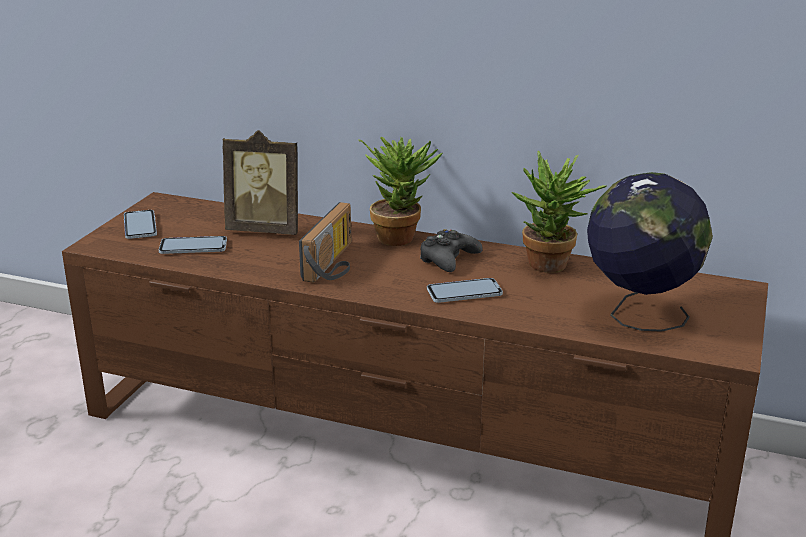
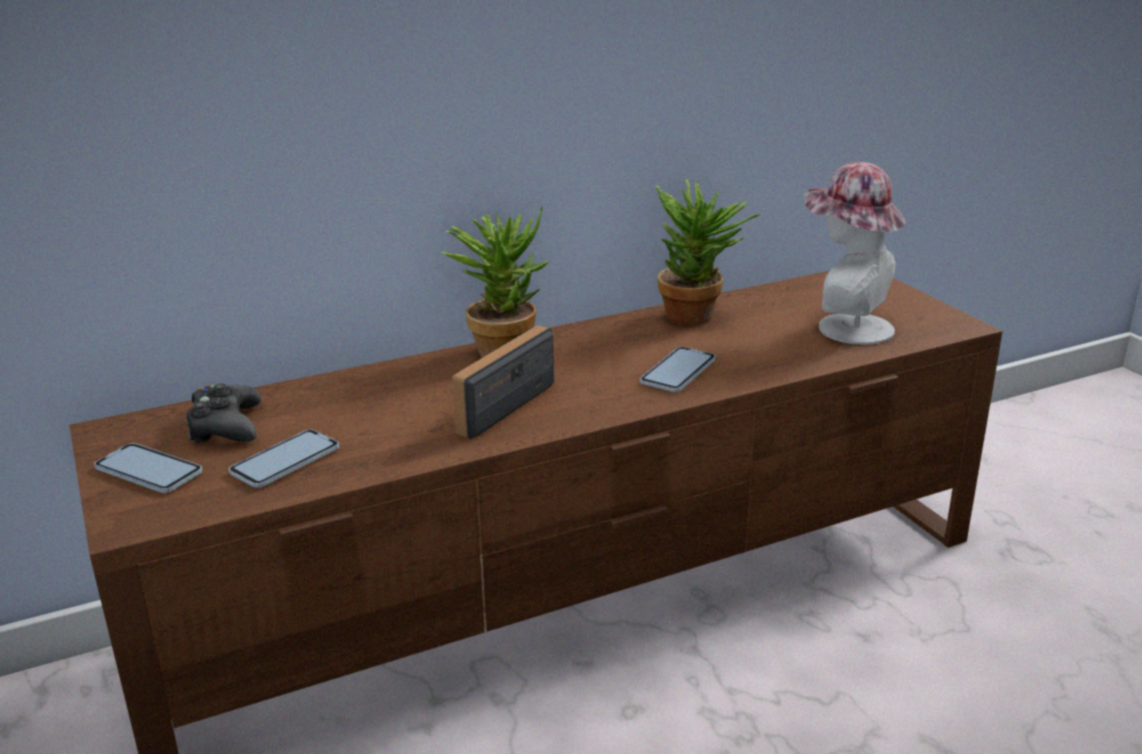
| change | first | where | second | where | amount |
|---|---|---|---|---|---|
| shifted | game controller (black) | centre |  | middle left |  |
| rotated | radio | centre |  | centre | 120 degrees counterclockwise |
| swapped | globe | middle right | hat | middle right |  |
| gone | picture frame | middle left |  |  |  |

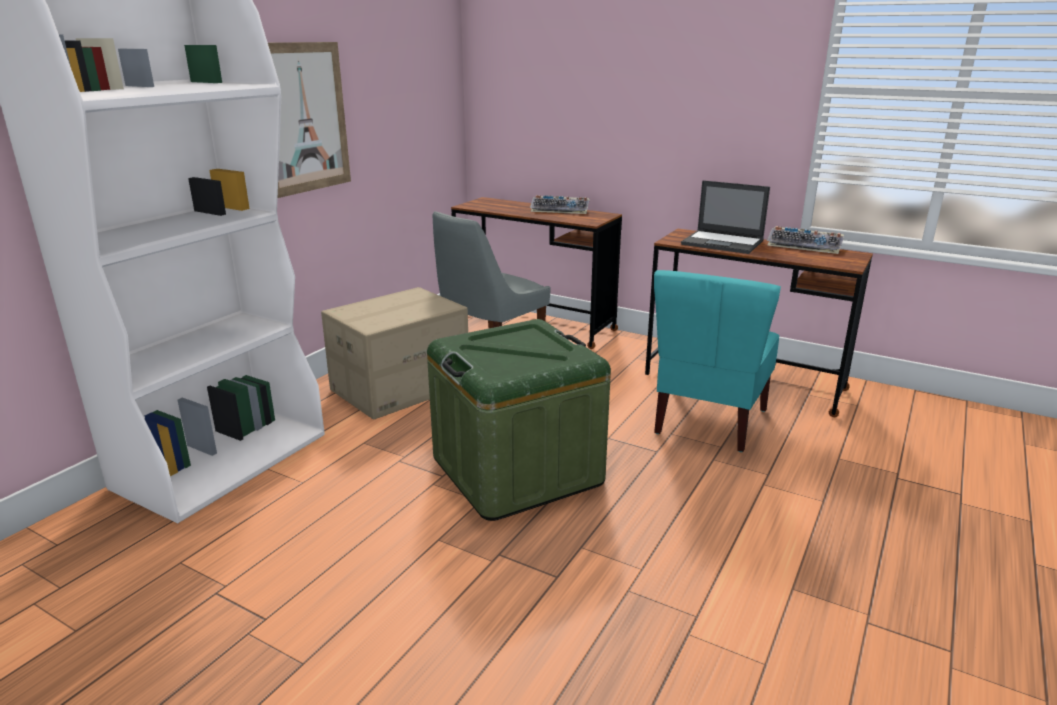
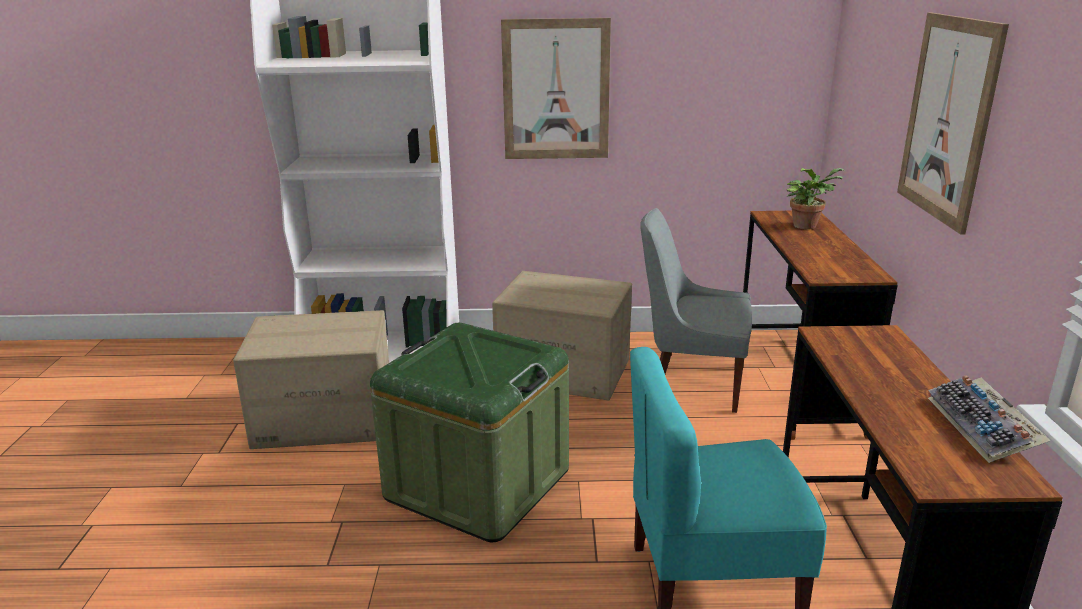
| change | first | where | second | where | amount |
|---|---|---|---|---|---|
| new |  |  | cardboard box (no. 1 from left) | middle left |  |
| new |  |  | potted plant | top right |  |
| new |  |  | picture (no. 2 from left) | top right |  |
| gone | keyboard (no. 1 from left) | top centre |  |  |  |
| gone | laptop | top right |  |  |  |

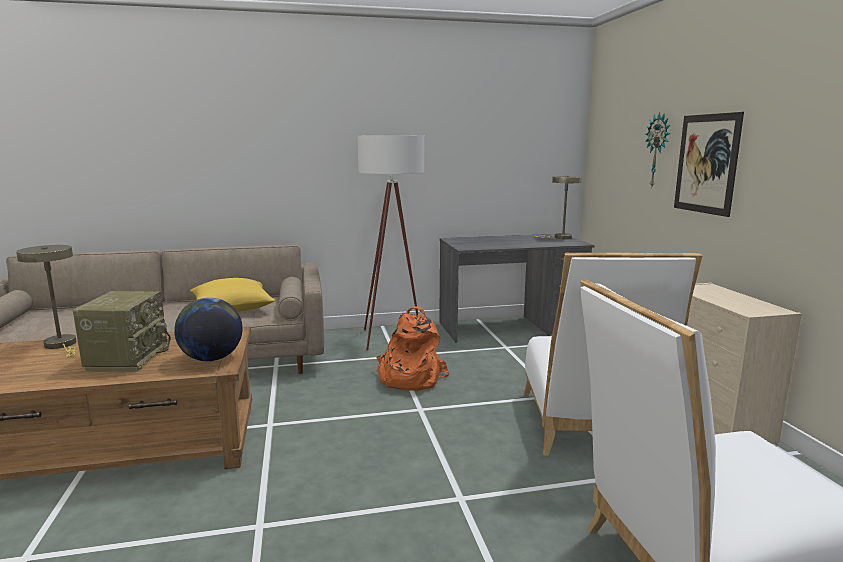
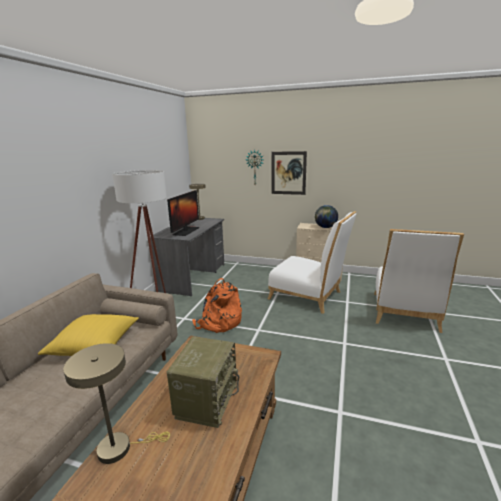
| change | first | where | second | where | amount |
|---|---|---|---|---|---|
| new |  |  | monitor | centre |  |
| rotated | radio | middle left |  | bottom centre | 75 degrees clockwise |
| shifted | globe | middle left |  | centre |  |

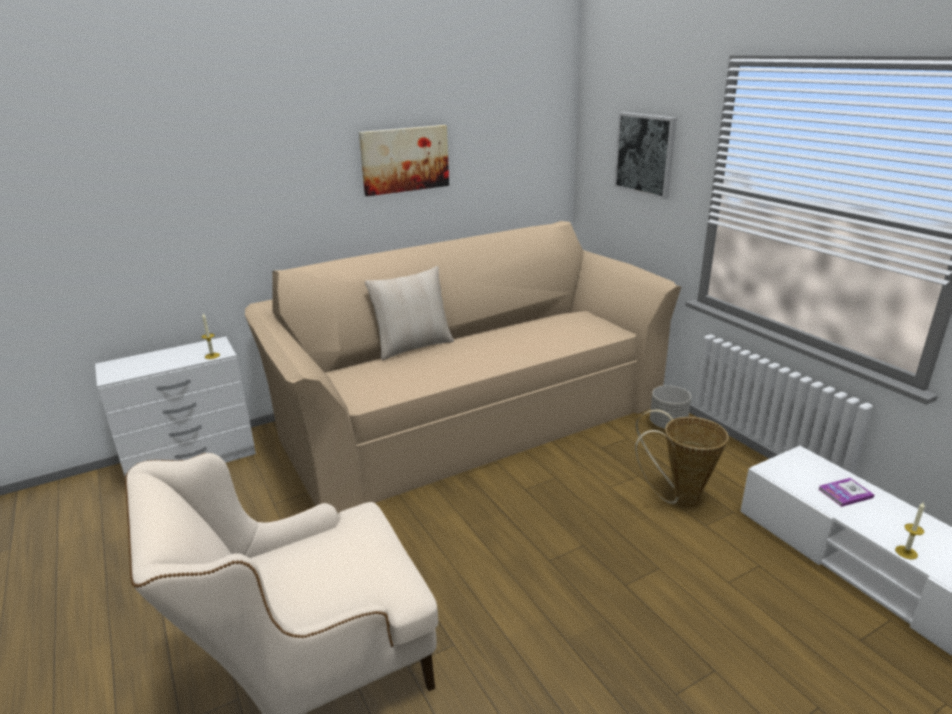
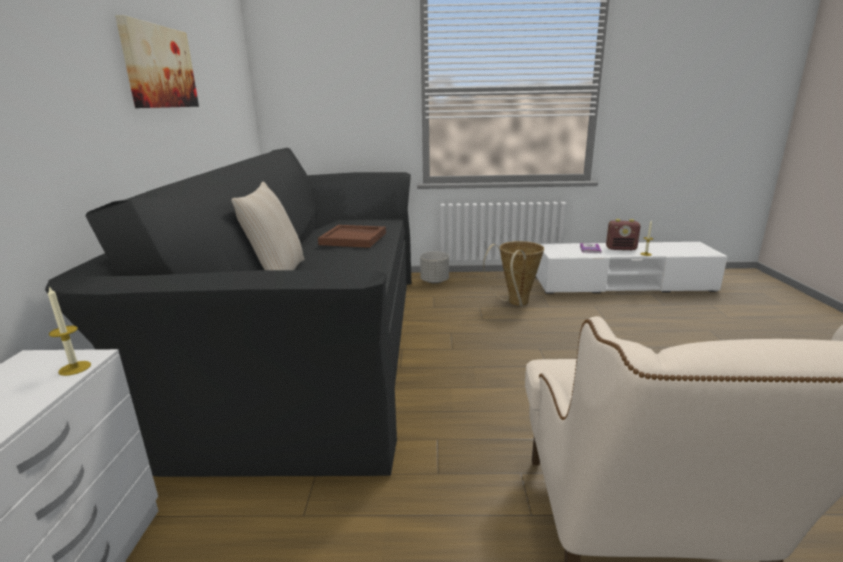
| change | first | where | second | where | amount |
|---|---|---|---|---|---|
| repainted | sofa (beige) | centre | sofa (black) | middle left |  |
| new |  |  | tray (brown) | centre |  |
| new |  |  | radio | middle right |  |
| gone | picture (no. 2 from left) | top right |  |  |  |

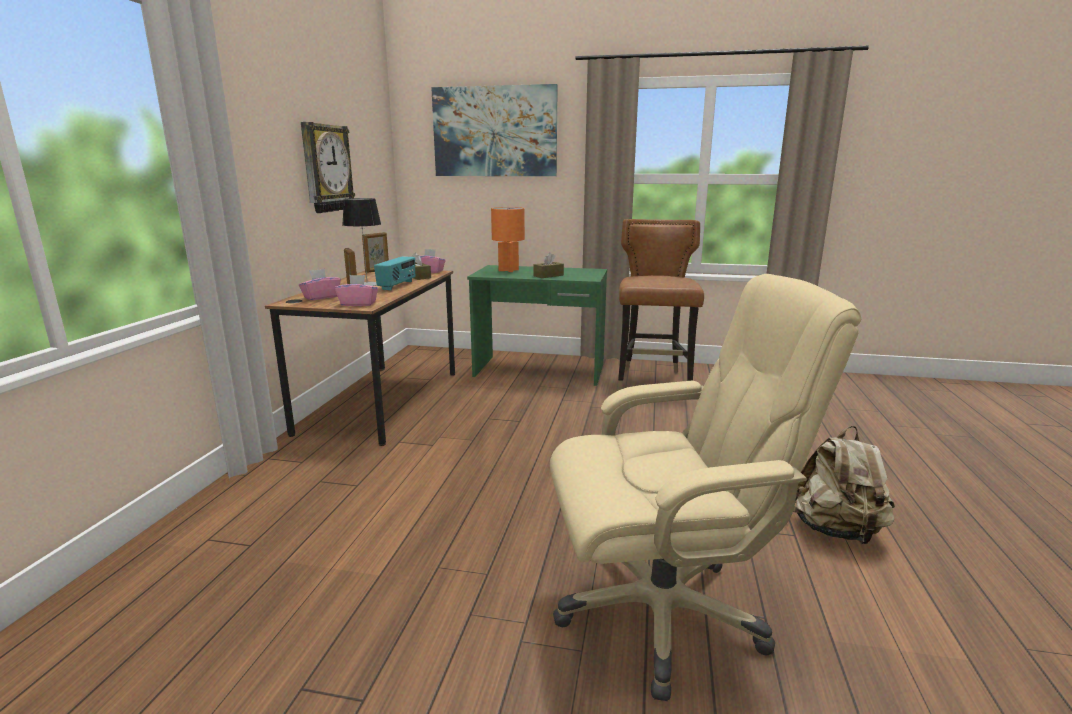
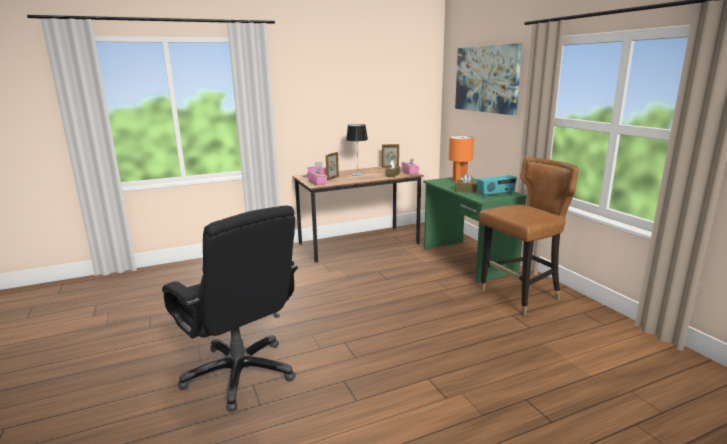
| change | first | where | second | where | amount |
|---|---|---|---|---|---|
| repainted | office chair (beige) | bottom centre | office chair (black) | bottom left |  |
| shifted | radio | centre |  | middle right |  |
| gone | wall clock | top left |  |  |  |
| gone | backpack (beige) | bottom right |  |  |  |

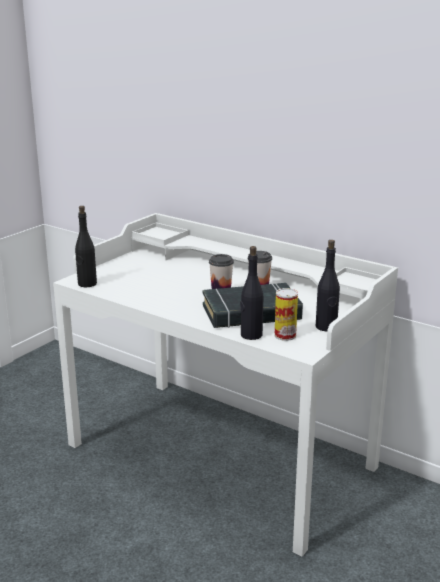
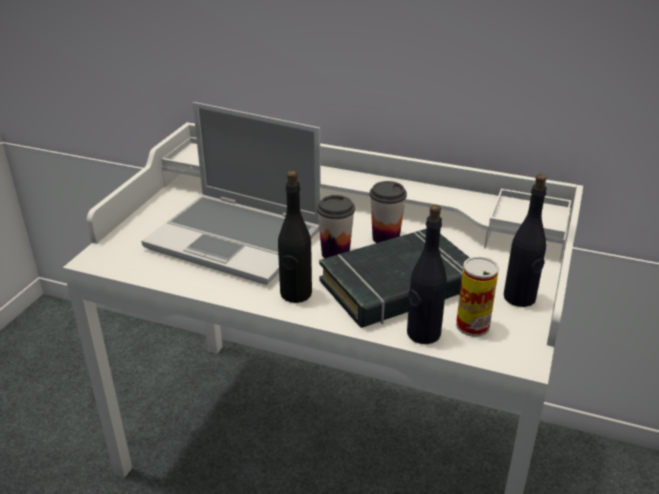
| change | first | where | second | where | amount |
|---|---|---|---|---|---|
| new |  |  | laptop | centre |  |
| shifted | bottle (black) (no. 1 from left) | middle left |  | centre |  |

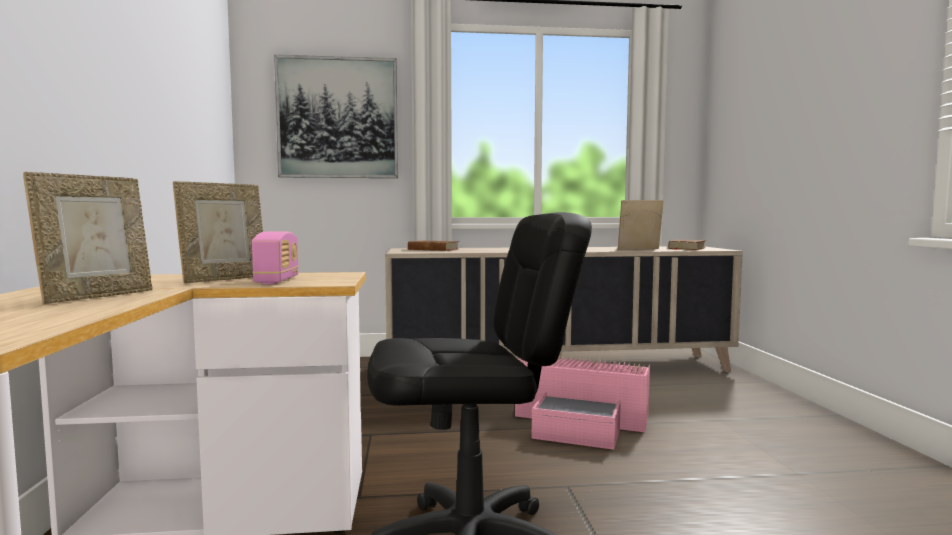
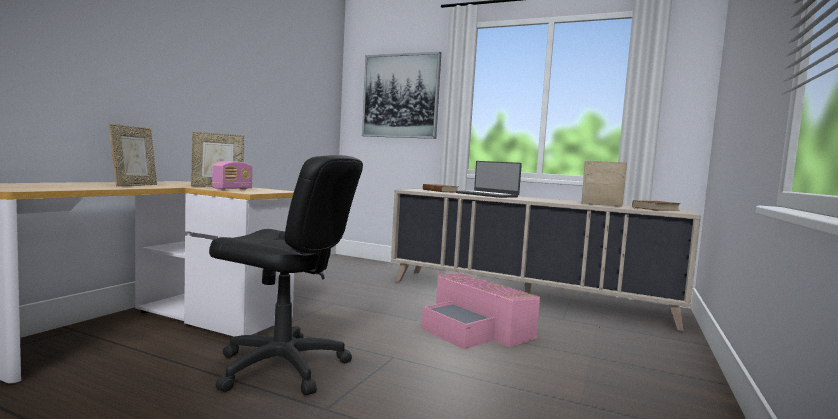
| change | first | where | second | where | amount |
|---|---|---|---|---|---|
| rotated | picture frame (no. 1 from left) | middle left |  | middle left | 45 degrees counterclockwise |
| new |  |  | laptop | centre |  |

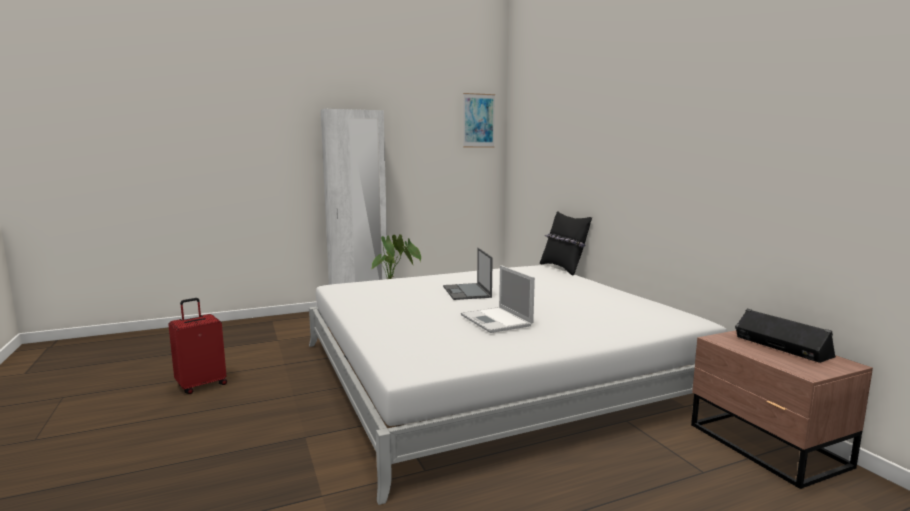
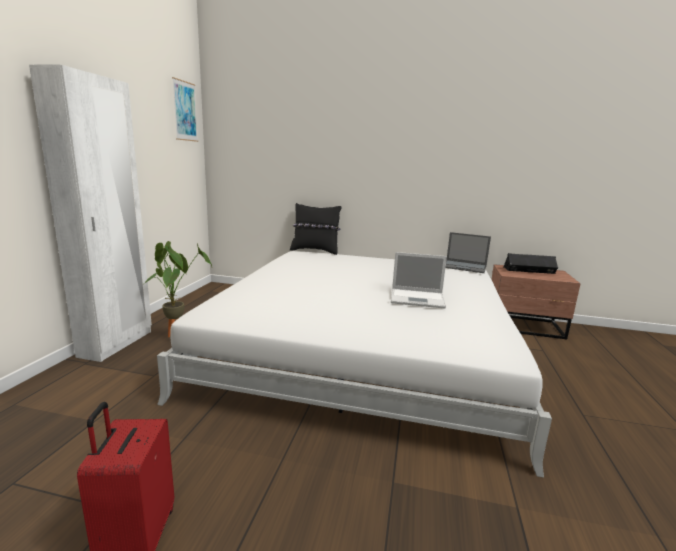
| change | first | where | second | where | amount |
|---|---|---|---|---|---|
| shifted | laptop (no. 1 from left in the first image) | centre | laptop (no. 2 from left) | middle right |  |

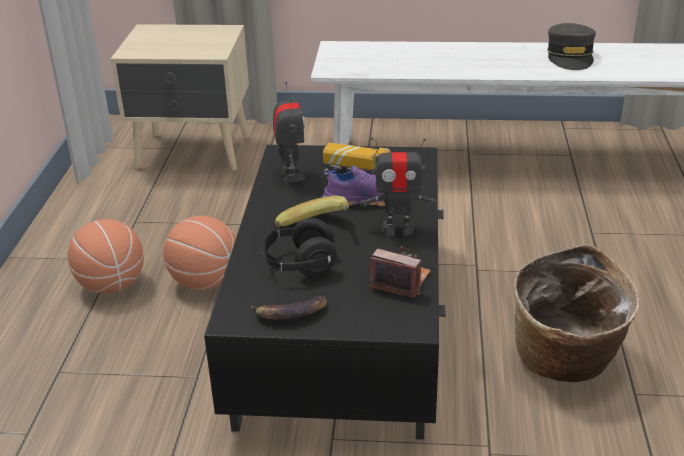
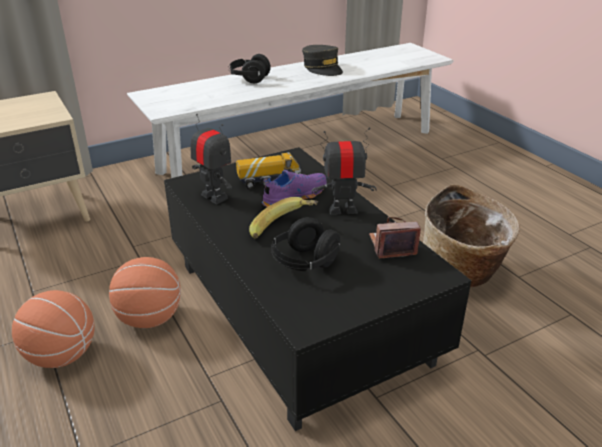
| change | first | where | second | where | amount |
|---|---|---|---|---|---|
| new |  |  | headphones (black) (no. 1 from left) | top centre |  |
| rotated | toy robot (no. 2 from left) | centre |  | centre | 150 degrees counterclockwise |
| gone | banana (no. 1 from left) | bottom centre |  |  |  |

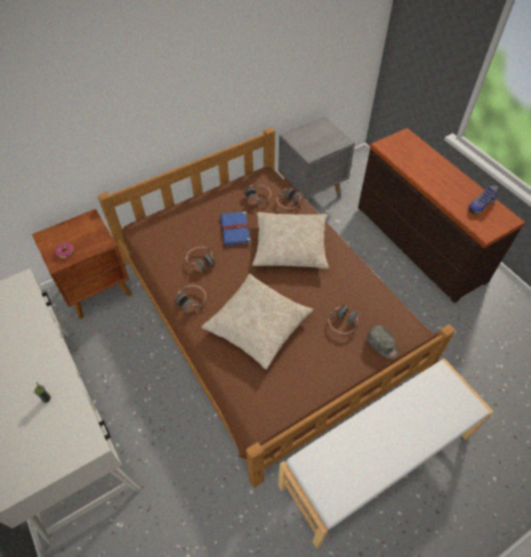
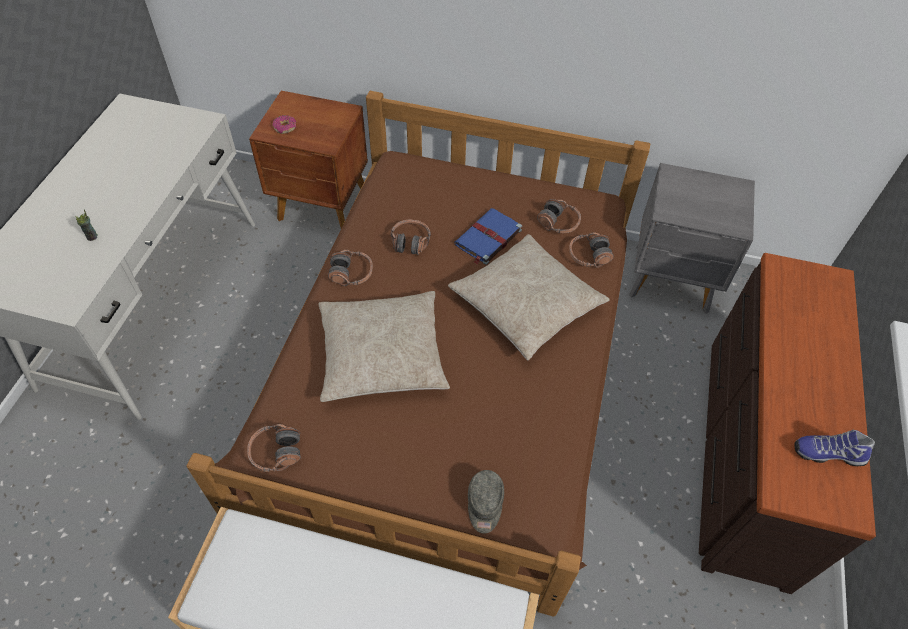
| change | first | where | second | where | amount |
|---|---|---|---|---|---|
| shifted | headphones (no. 5 from left in the first image) | centre | headphones (no. 1 from left) | bottom left |  |

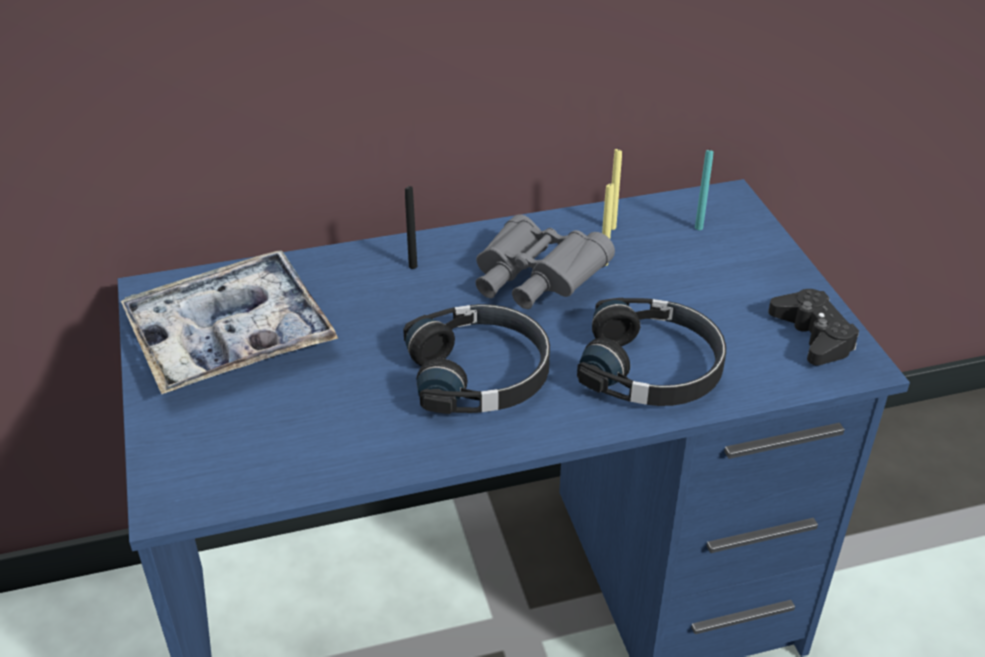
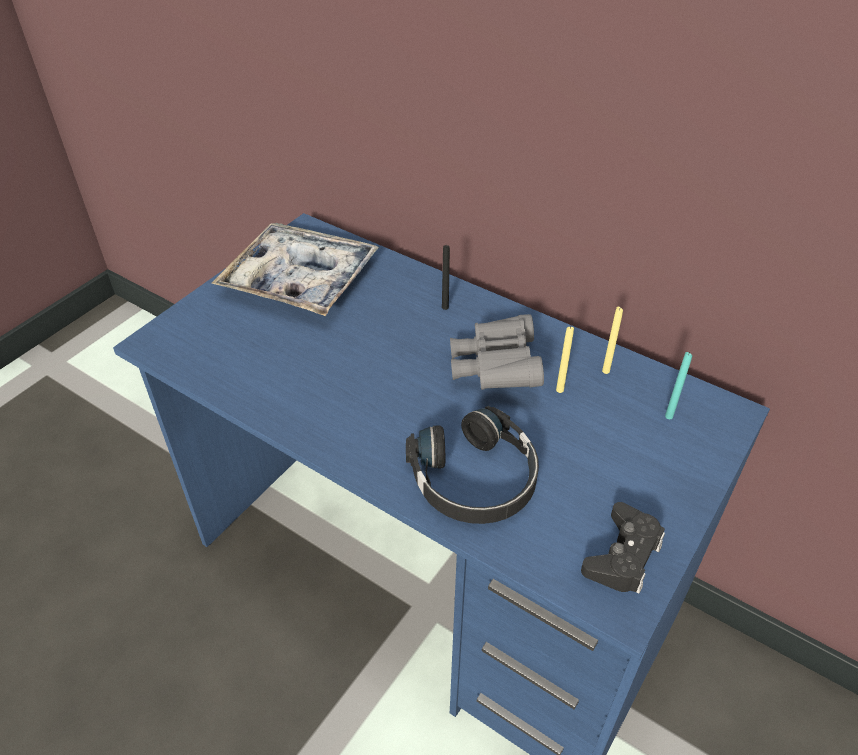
| change | first | where | second | where | amount |
|---|---|---|---|---|---|
| gone | headphones (black) (no. 1 from left) | centre |  |  |  |

